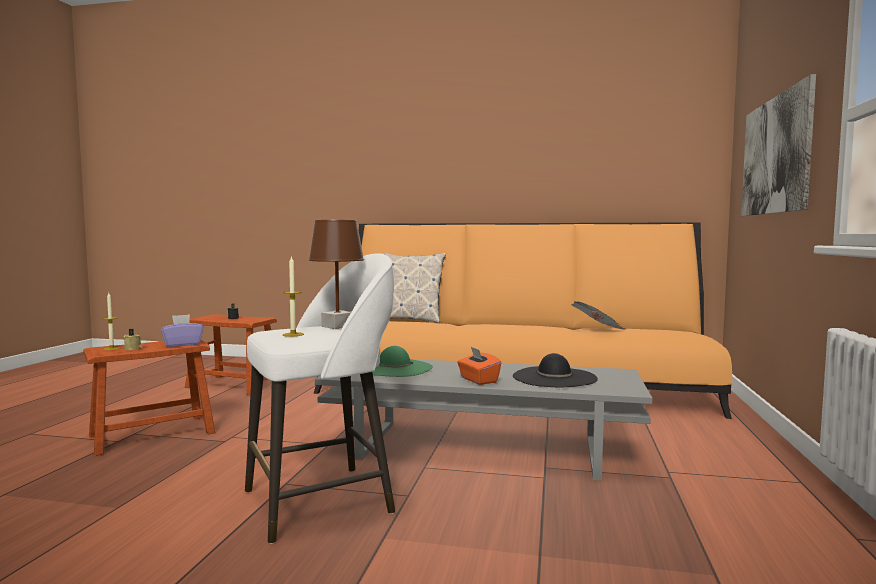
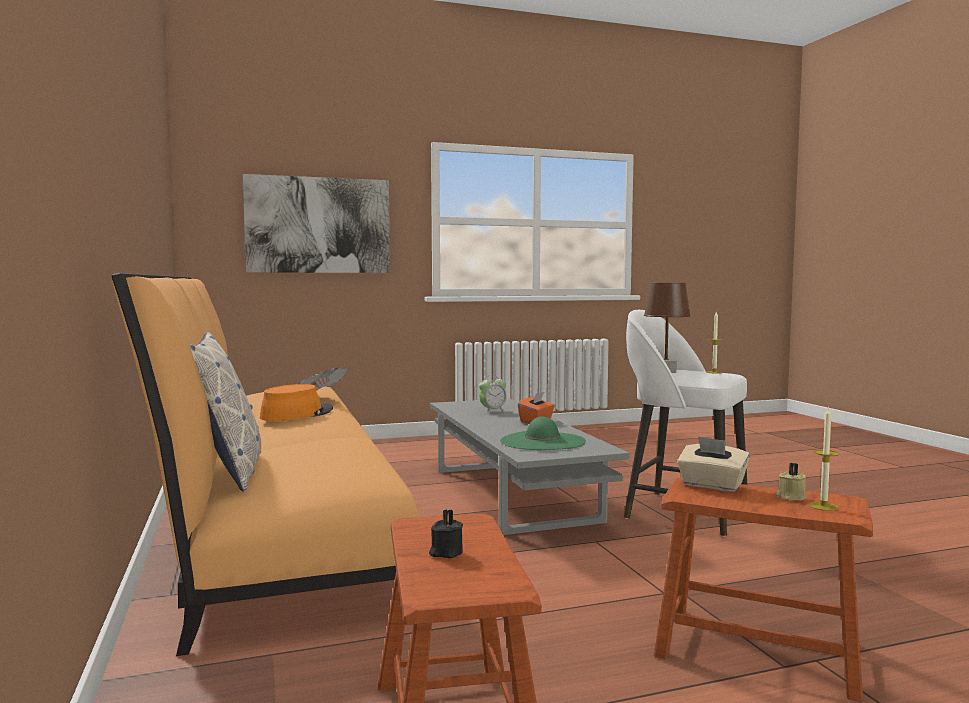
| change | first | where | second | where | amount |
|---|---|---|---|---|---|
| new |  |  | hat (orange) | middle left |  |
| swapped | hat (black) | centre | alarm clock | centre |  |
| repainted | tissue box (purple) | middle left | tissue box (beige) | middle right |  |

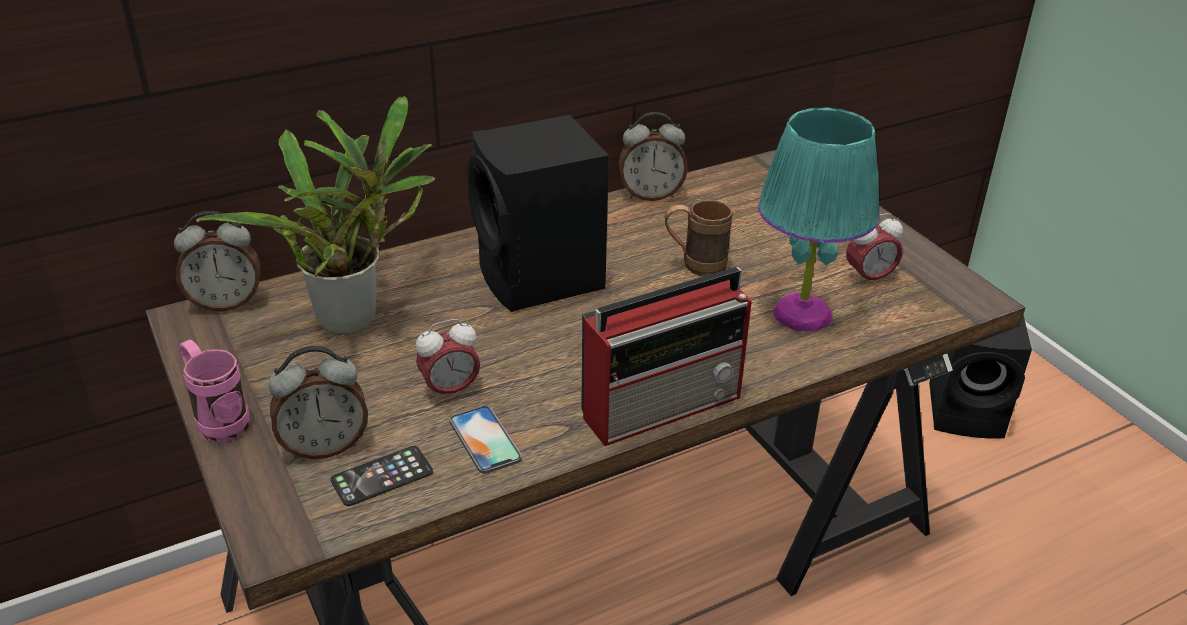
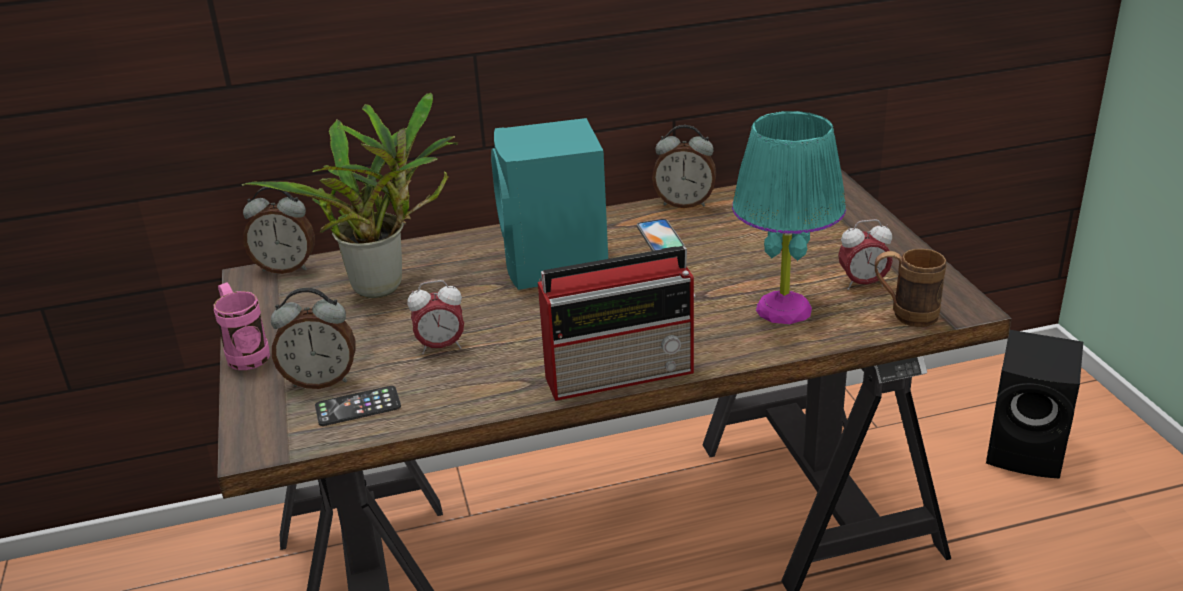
| change | first | where | second | where | amount |
|---|---|---|---|---|---|
| repainted | speaker (black) (no. 1 from left) | centre | speaker (turquoise) | centre |  |
| shifted | phone (no. 2 from left) | bottom centre |  | centre |  |
| shifted | mug (brown) | centre |  | middle right |  |

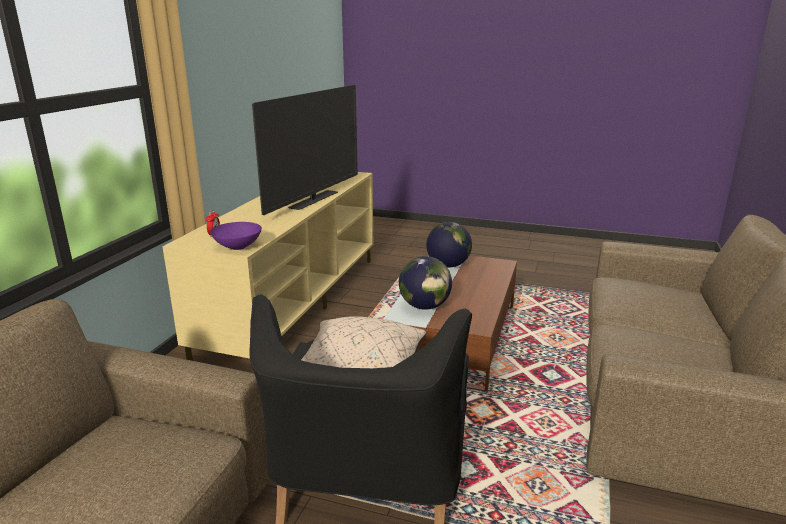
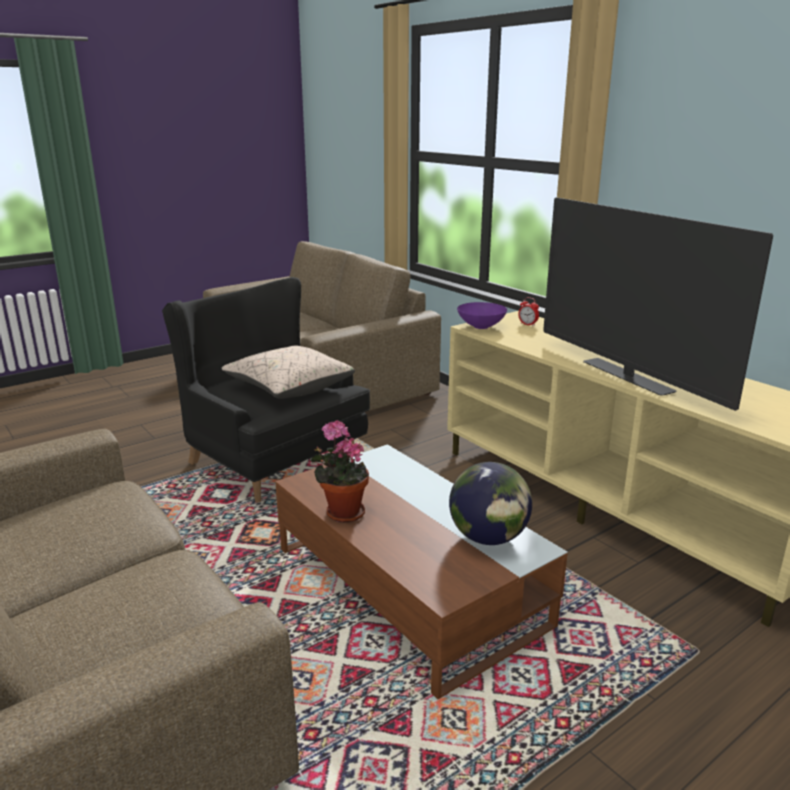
| change | first | where | second | where | amount |
|---|---|---|---|---|---|
| new |  |  | potted plant | centre |  |
| gone | globe (no. 1 from left) | centre |  |  |  |

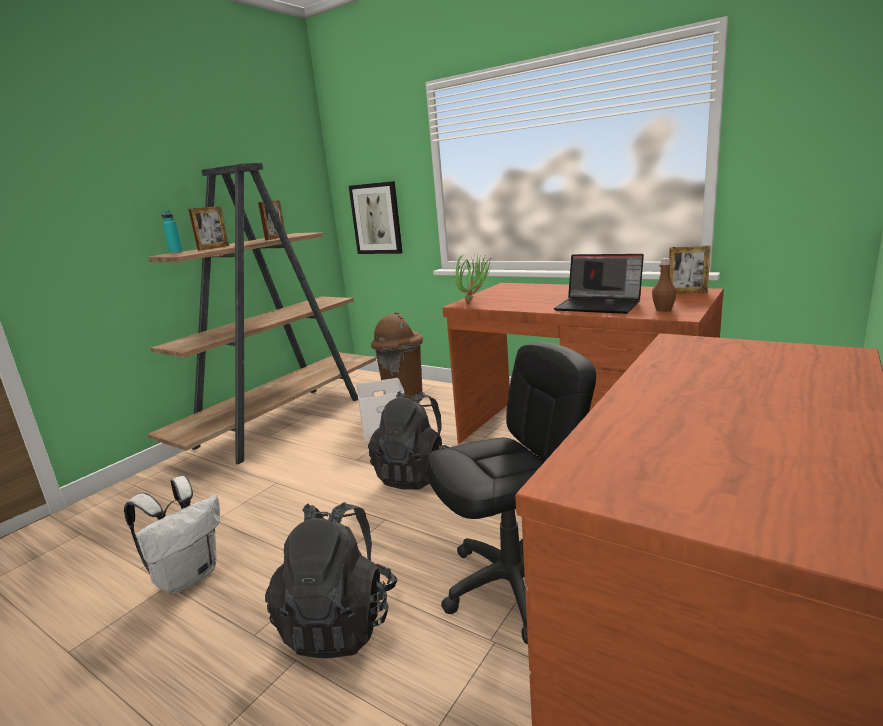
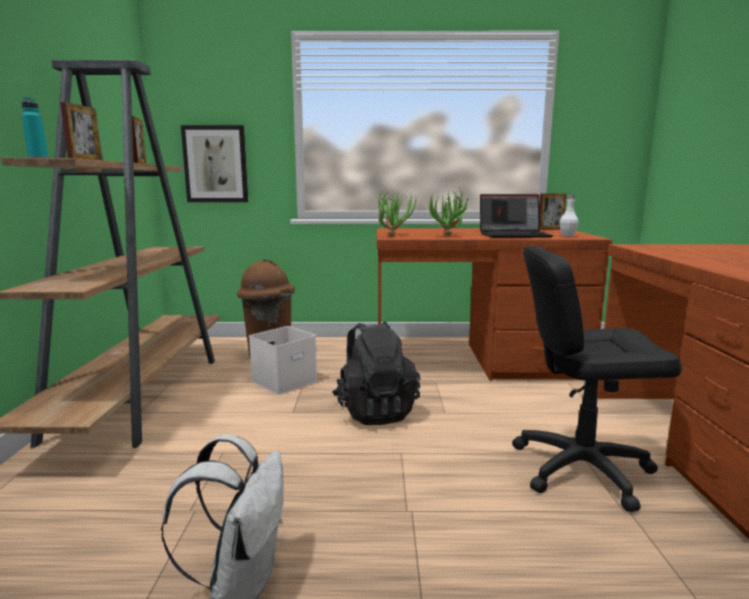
| change | first | where | second | where | amount |
|---|---|---|---|---|---|
| new |  |  | potted plant (no. 2 from left) | centre |  |
| rotated | office chair (black) | bottom centre |  | middle right | 120 degrees counterclockwise |
| repainted | bottle (brown) | middle right | bottle (white) | middle right |  |
| gone | backpack (black) (no. 1 from left) | bottom centre |  |  |  |

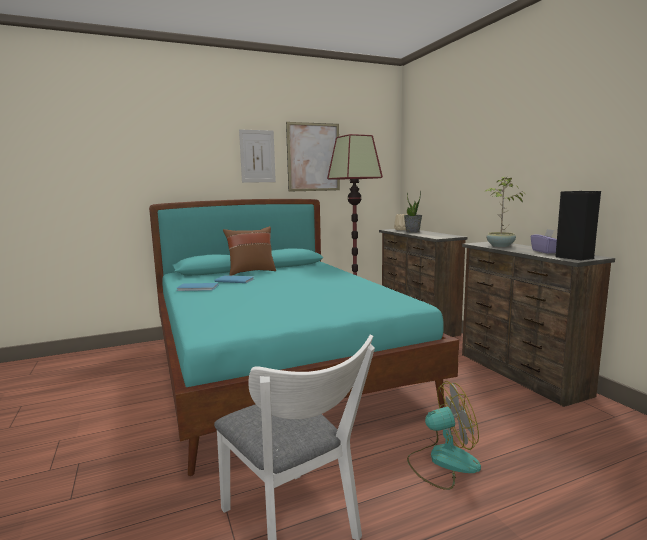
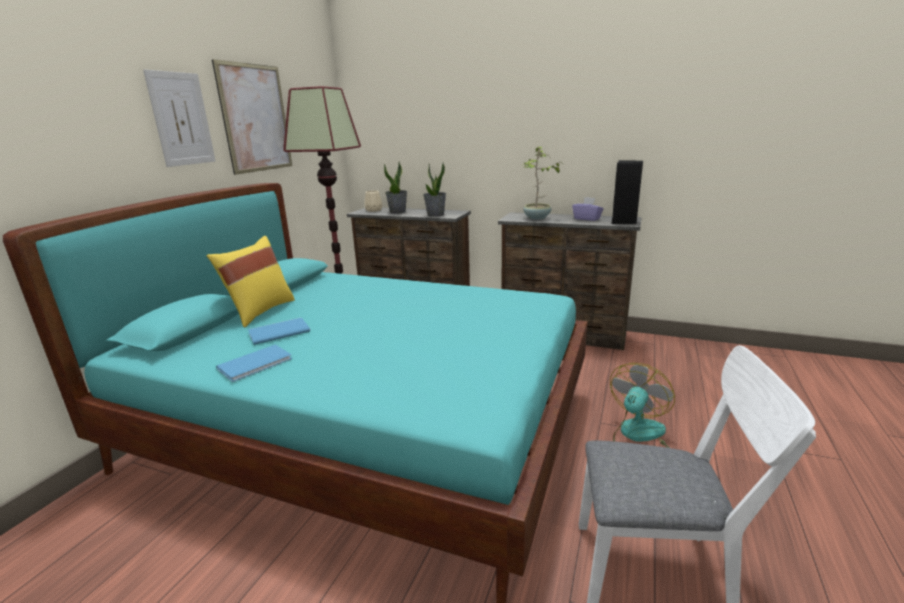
| change | first | where | second | where | amount |
|---|---|---|---|---|---|
| repainted | pillow (brown) | centre | pillow (yellow) | middle left |  |
| new |  |  | potted plant (no. 2 from left) | top centre |  |

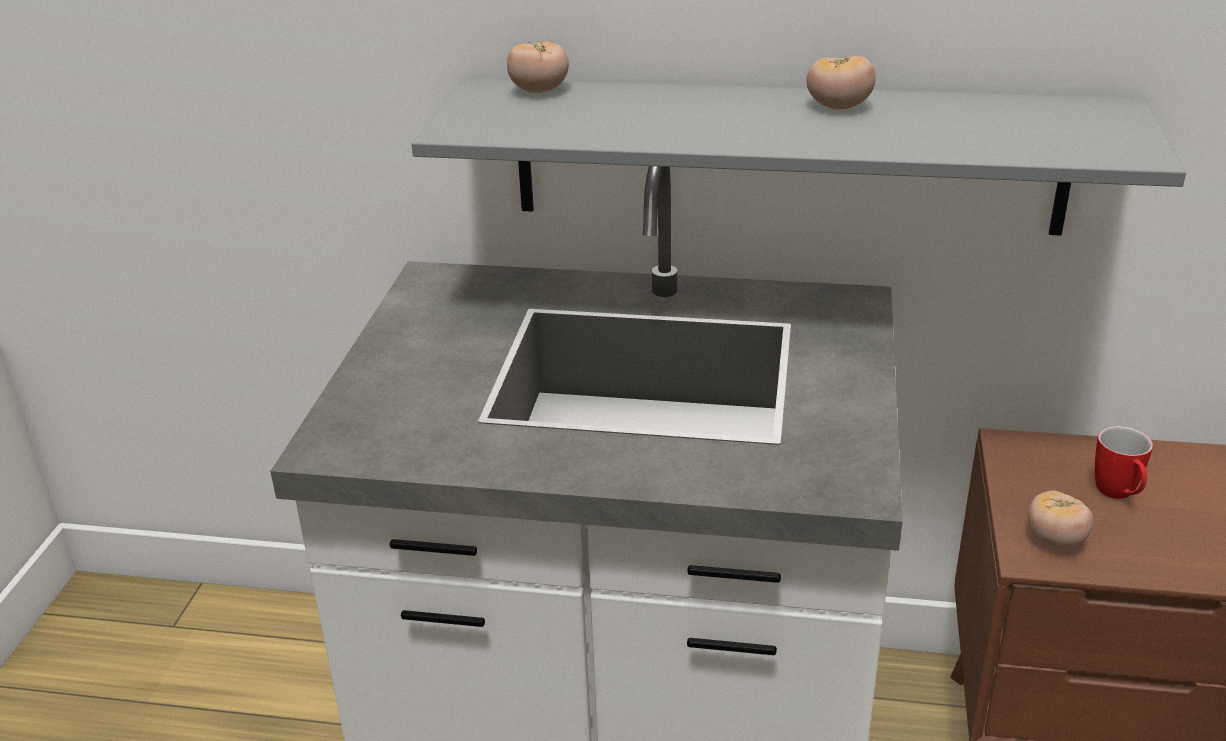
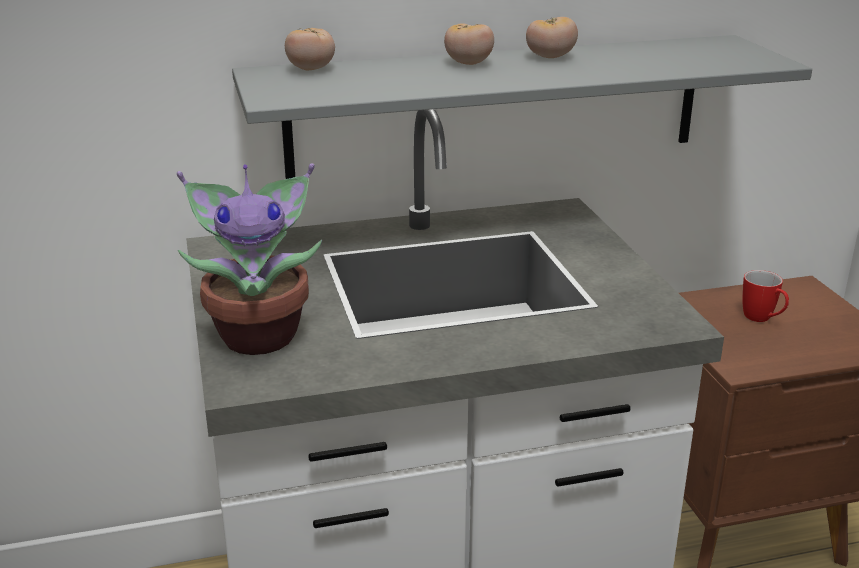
| change | first | where | second | where | amount |
|---|---|---|---|---|---|
| new |  |  | potted plant | middle left |  |
| shifted | tomato (no. 3 from left in the first image) | bottom right | tomato (no. 2 from left) | top centre |  |

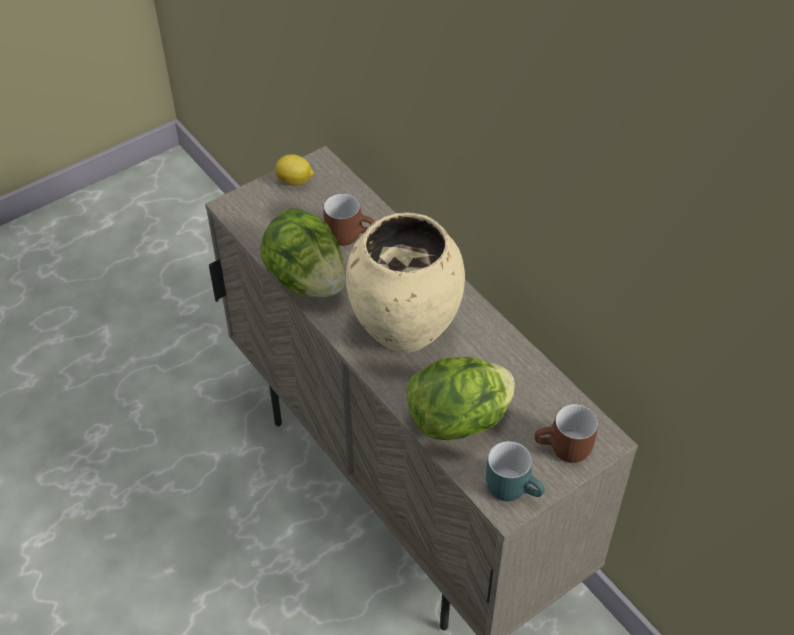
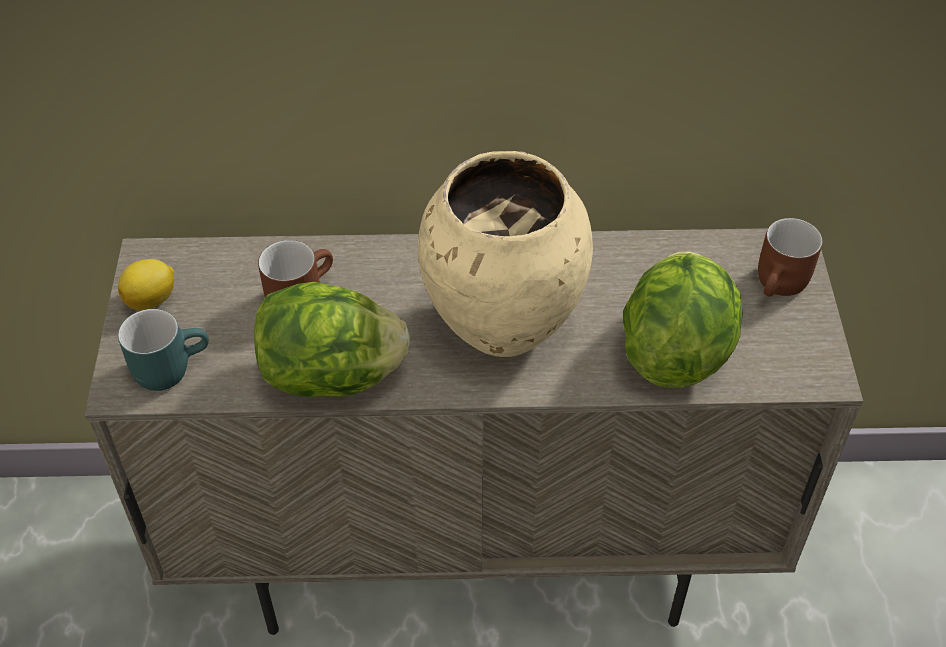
| change | first | where | second | where | amount |
|---|---|---|---|---|---|
| shifted | mug (turquoise) | bottom centre |  | middle left |  |

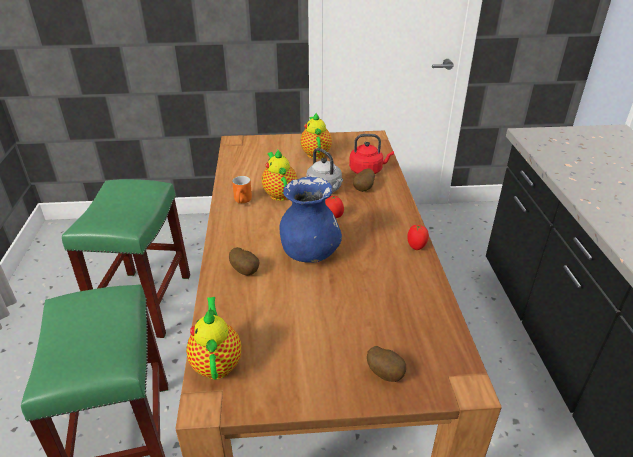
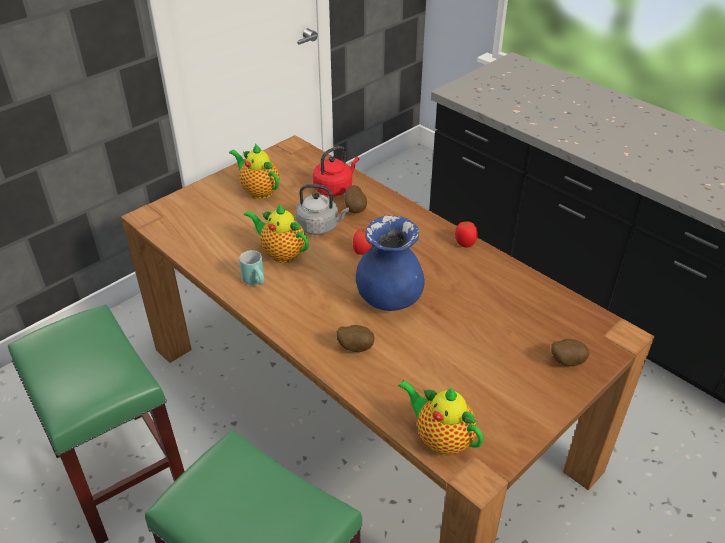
| change | first | where | second | where | amount |
|---|---|---|---|---|---|
| repainted | mug (orange) | centre | mug (turquoise) | centre |  |

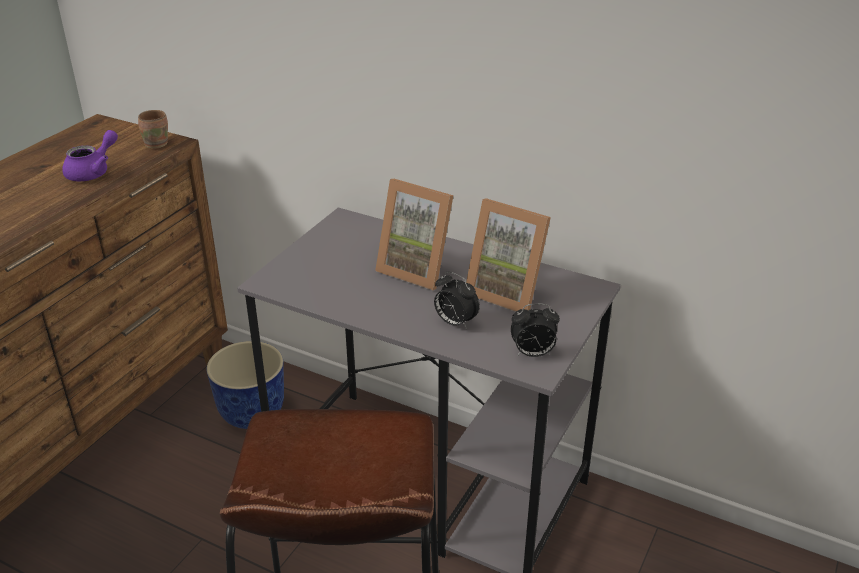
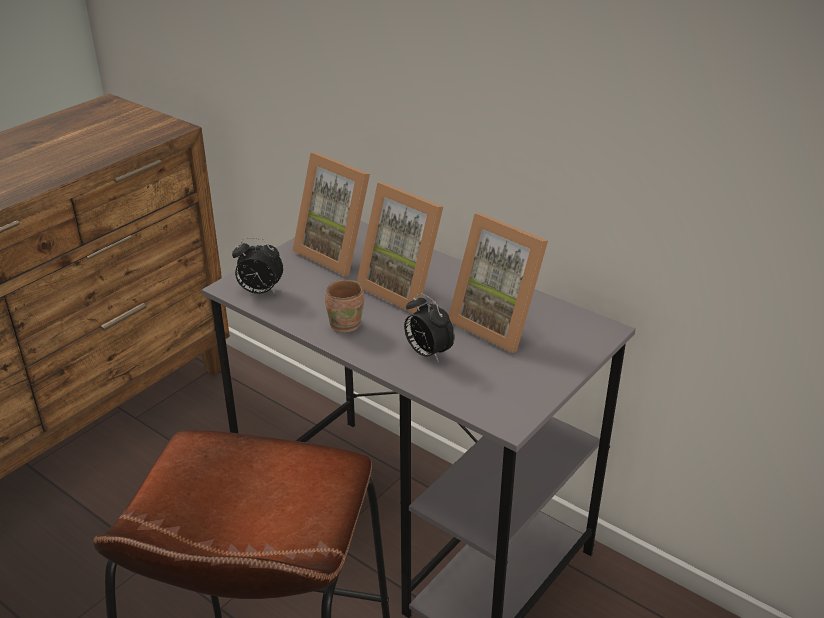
| change | first | where | second | where | amount |
|---|---|---|---|---|---|
| shifted | alarm clock (no. 2 from left in the first image) | centre | alarm clock (no. 1 from left) | middle left |  |
| new |  |  | picture frame (no. 1 from left) | centre |  |
| shifted | mug (brown) | top left |  | centre |  |
| gone | teapot (purple) | top left |  |  |  |
| gone | planter | bottom left |  |  |  |

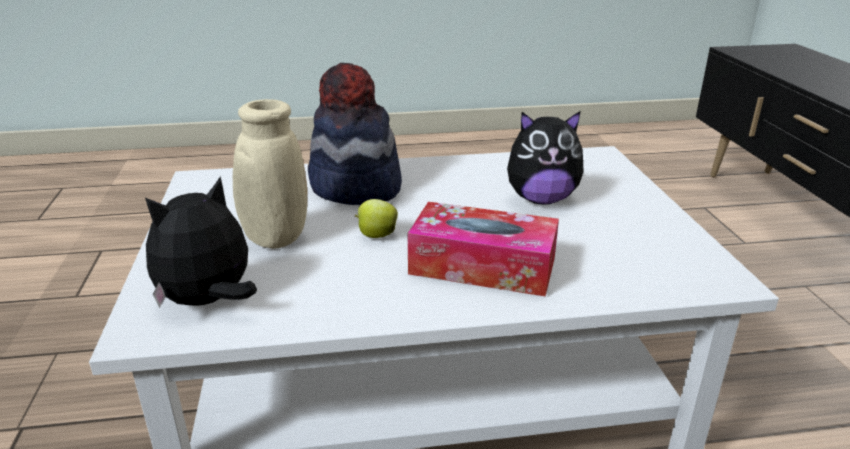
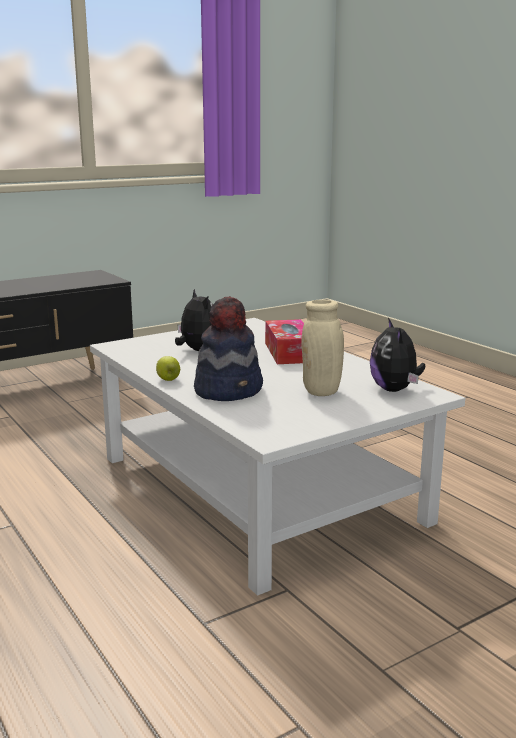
| change | first | where | second | where | amount |
|---|---|---|---|---|---|
| shifted | apple | centre |  | middle left |  |
| rotated | plush toy (no. 1 from left in the first image) | middle left | plush toy (no. 2 from left) | middle right | 60 degrees clockwise |

